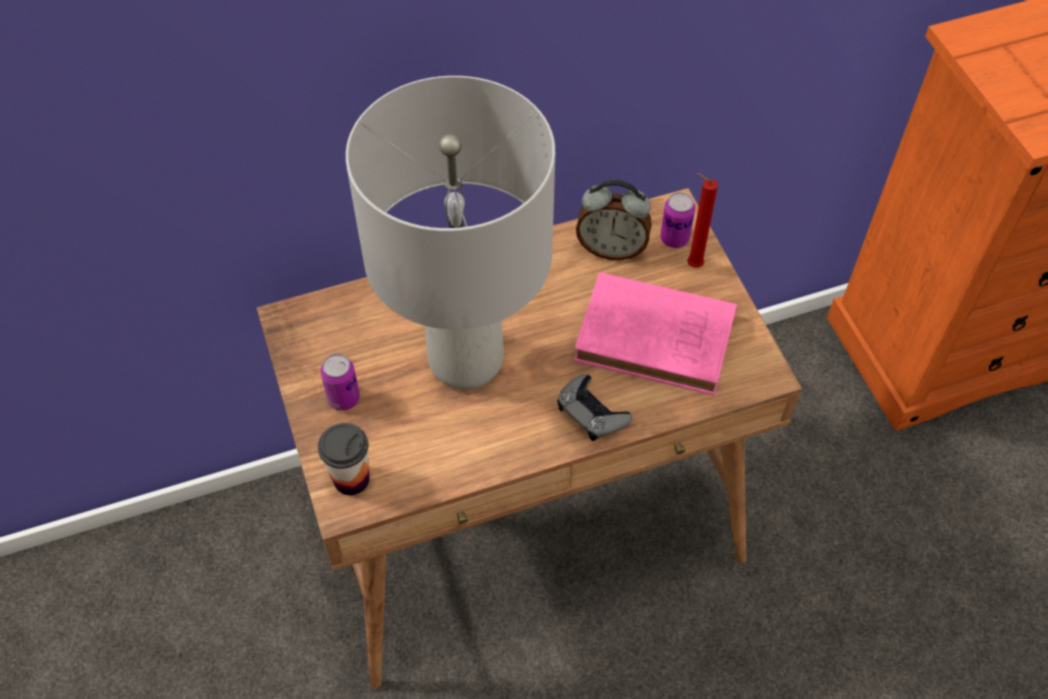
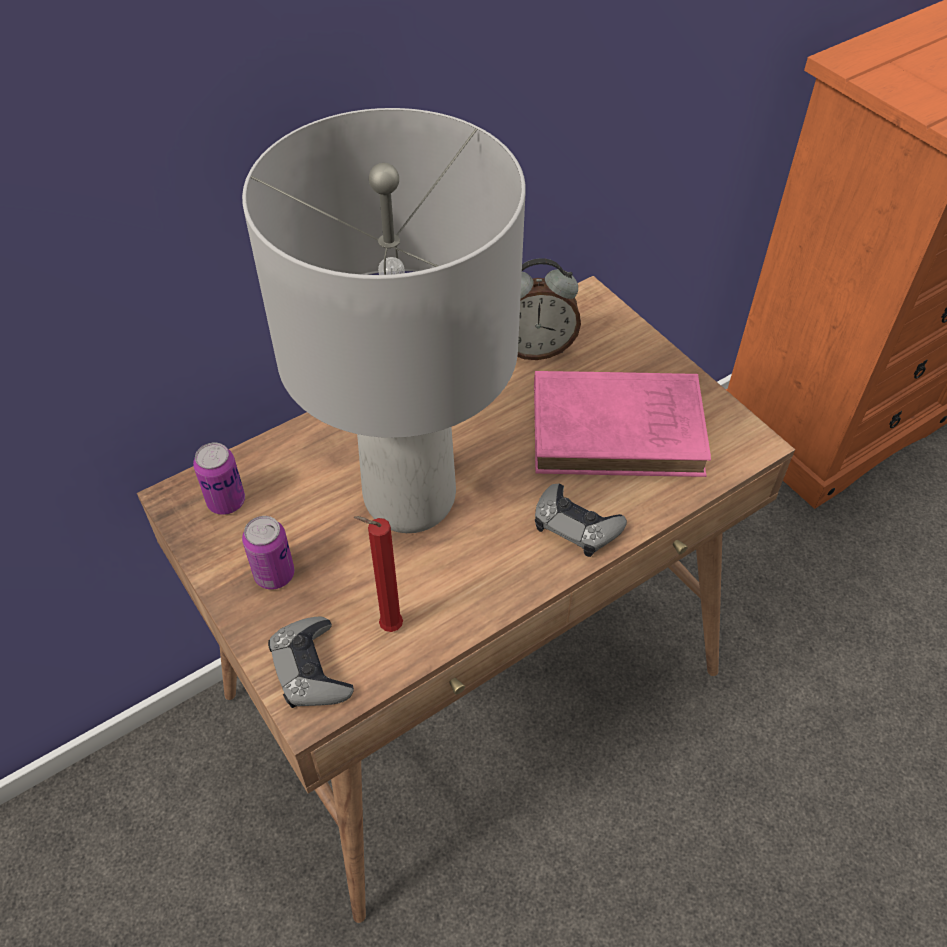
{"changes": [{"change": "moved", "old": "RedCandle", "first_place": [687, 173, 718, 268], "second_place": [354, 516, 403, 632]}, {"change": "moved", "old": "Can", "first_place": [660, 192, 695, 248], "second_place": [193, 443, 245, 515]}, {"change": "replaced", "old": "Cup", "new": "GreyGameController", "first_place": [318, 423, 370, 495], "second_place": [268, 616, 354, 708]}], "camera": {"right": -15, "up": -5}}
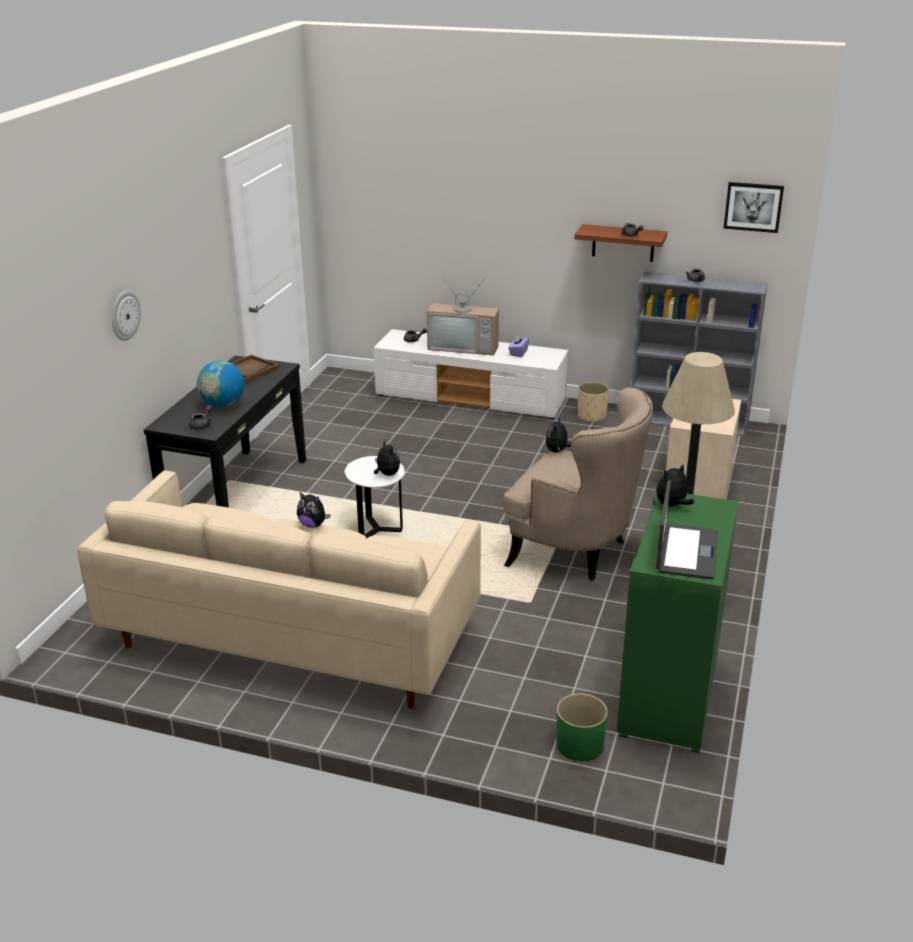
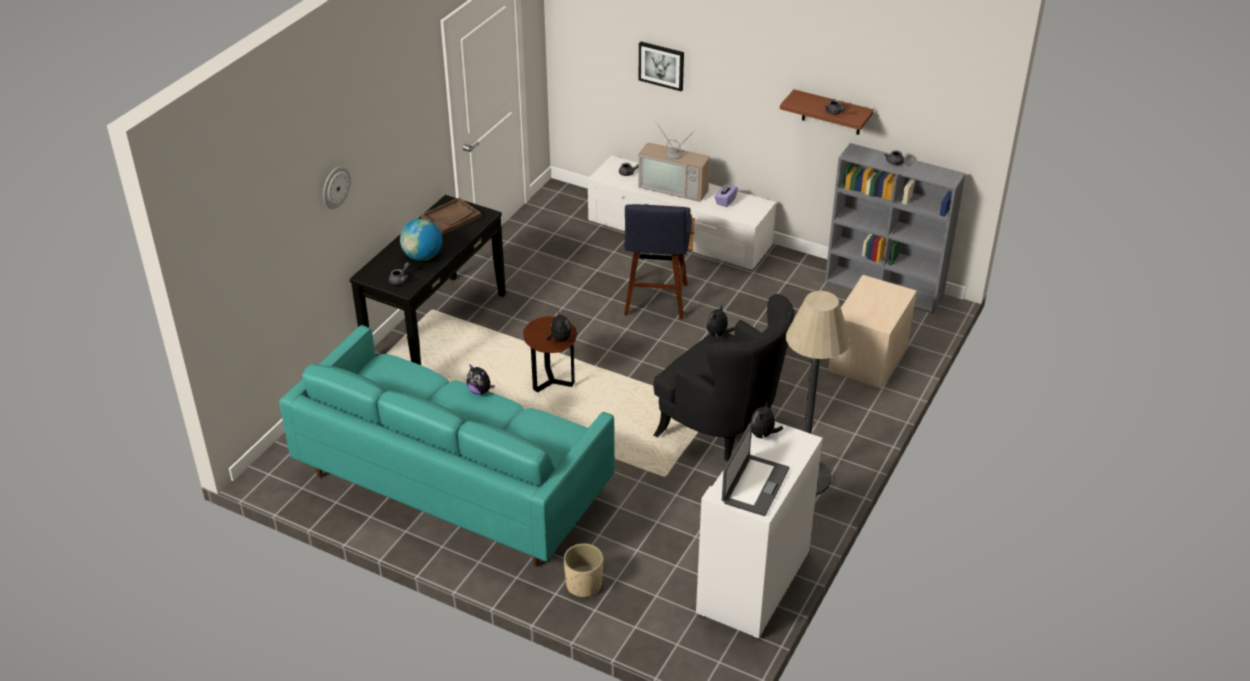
{"changes": [{"change": "moved", "old": "Picture", "first_place": [723, 182, 784, 233], "second_place": [639, 41, 684, 91]}, {"change": "moved", "old": "BeigePlanter", "first_place": [578, 382, 609, 422], "second_place": [564, 543, 603, 597]}, {"change": "recoloured", "old": "BeigeArmchair", "new": "BlackArmchair", "first_place": [503, 387, 653, 581], "second_place": [654, 294, 795, 461]}, {"change": "recoloured", "old": "WhiteSideTable", "new": "BrownSideTable", "first_place": [344, 456, 405, 538], "second_place": [523, 316, 577, 392]}, {"change": "turned", "old": "PlushToy", "first_place": [656, 464, 694, 506], "second_place": [751, 400, 783, 440], "degrees": -45}, {"change": "recoloured", "old": "BeigeSofa", "new": "TurquoiseSofa", "first_place": [77, 470, 481, 709], "second_place": [279, 325, 615, 567]}, {"change": "recoloured", "old": "GreenCabinet", "new": "WhiteCabinet", "first_place": [617, 493, 739, 753], "second_place": [696, 422, 823, 640]}, {"change": "removed", "old": "GreenPlanter", "first_place": [556, 693, 608, 761]}, {"change": "added", "new": "BlueStool", "second_place": [624, 204, 692, 319]}], "camera": {"right": 10, "up": 10}}
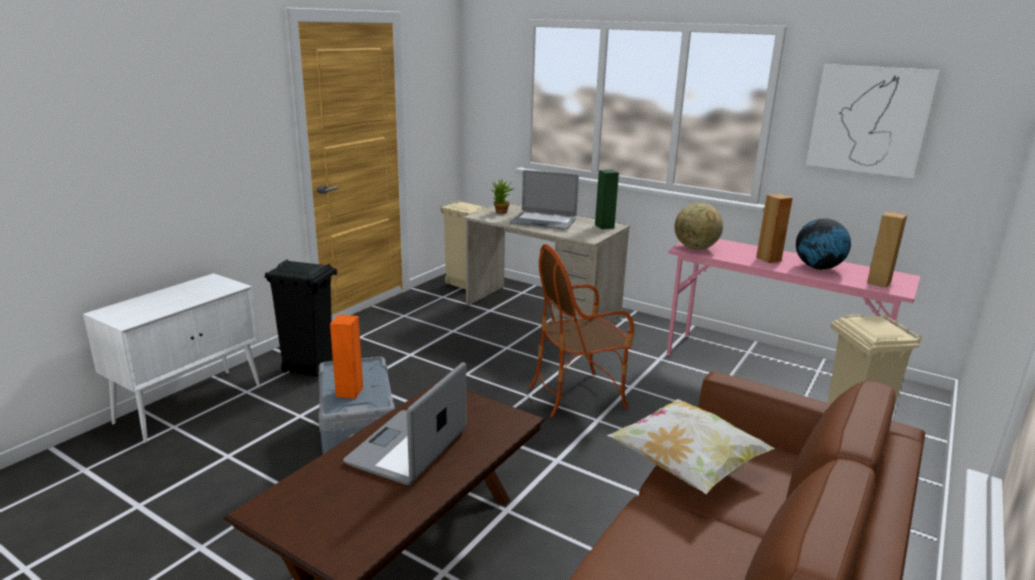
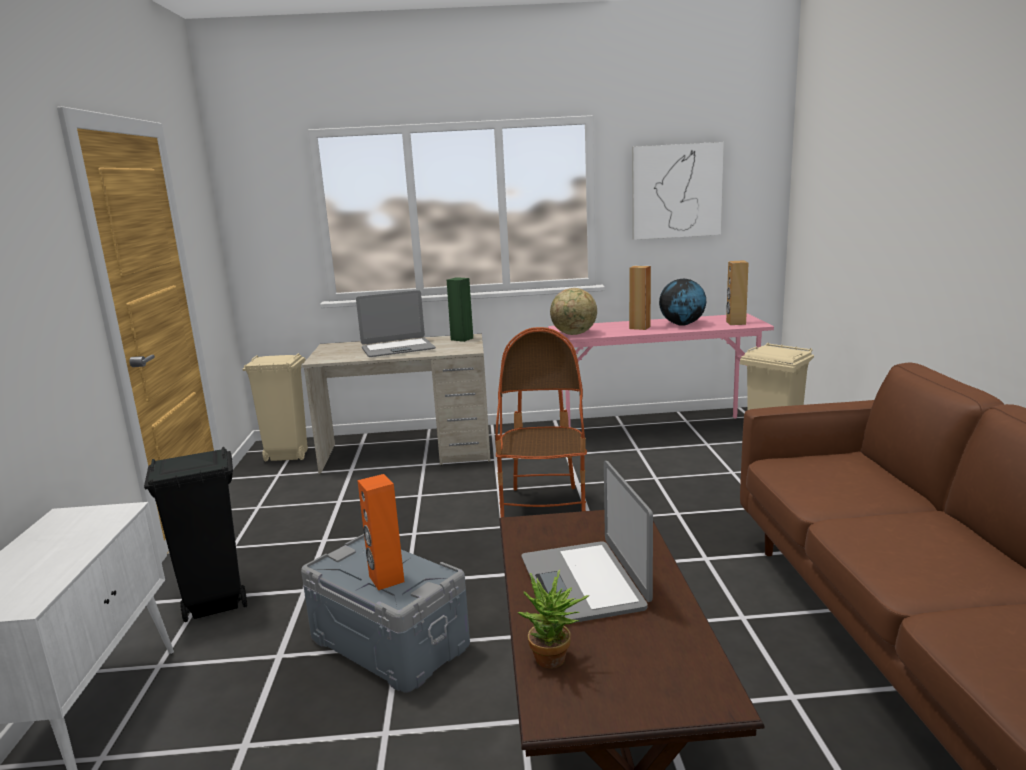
{"changes": [{"change": "moved", "old": "PottedPlant", "first_place": [491, 179, 514, 214], "second_place": [517, 570, 590, 669]}, {"change": "turned", "old": "Armchair", "first_place": [529, 244, 634, 417], "second_place": [495, 327, 587, 518], "degrees": 150}, {"change": "removed", "old": "Pillow", "first_place": [607, 399, 775, 494]}], "camera": {"right": -35, "up": -5}}
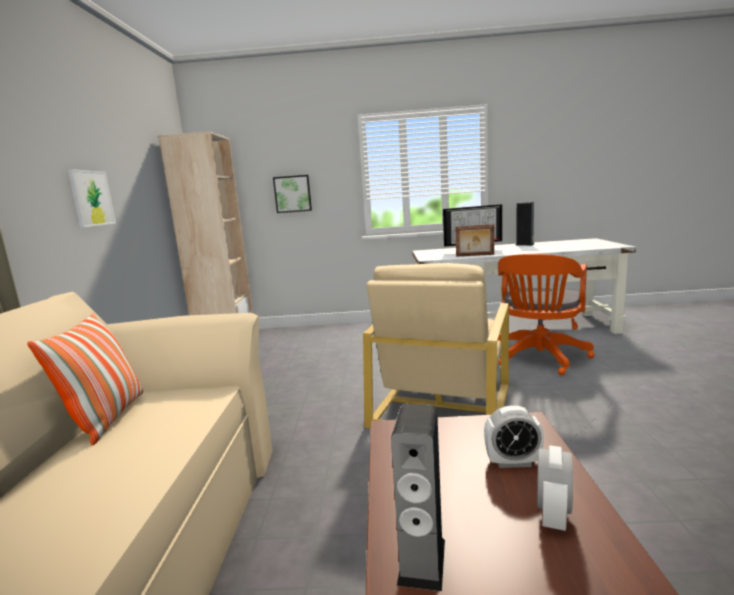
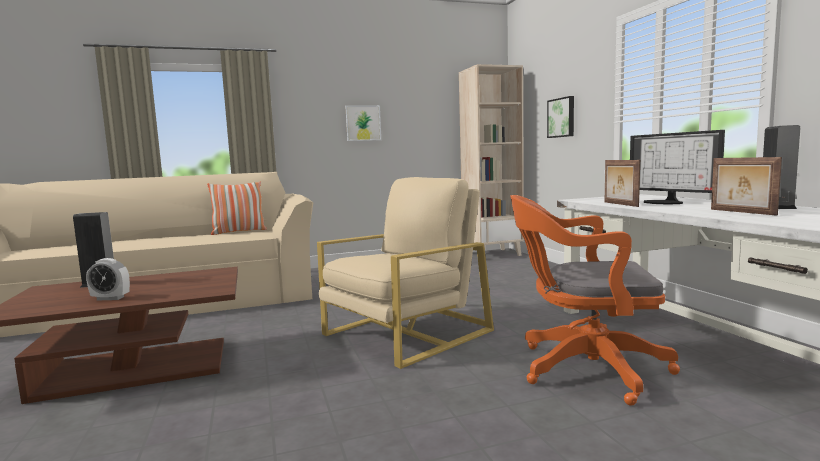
{"changes": [{"change": "turned", "old": "BeigeArmchair", "first_place": [363, 263, 509, 429], "second_place": [317, 177, 494, 369], "degrees": 135}, {"change": "removed", "old": "AlarmClock", "first_place": [484, 406, 544, 468]}, {"change": "added", "new": "PictureFrame", "second_place": [711, 157, 782, 216]}], "camera": {"right": 70, "up": -5}}
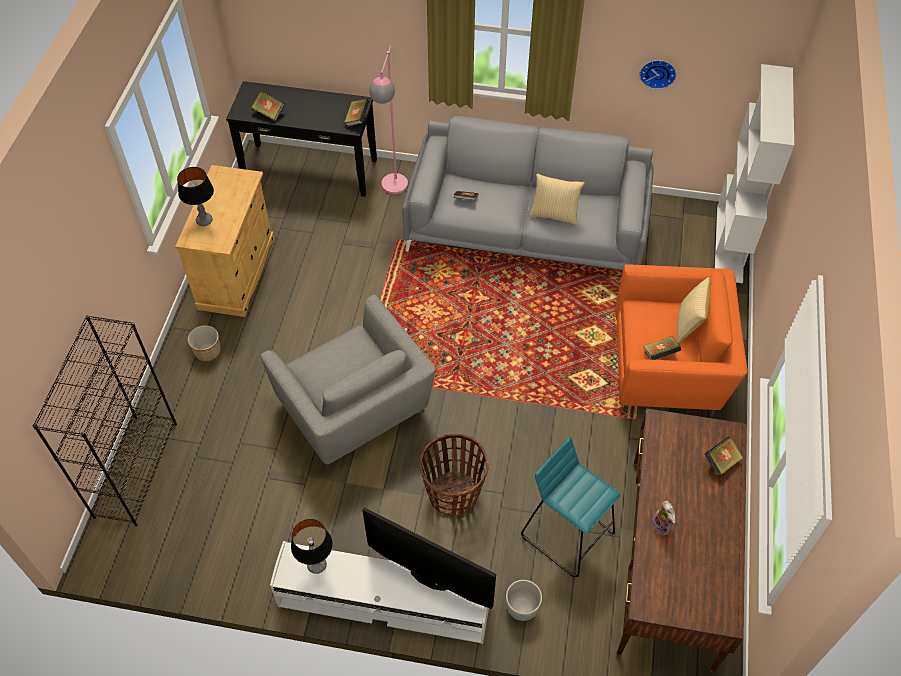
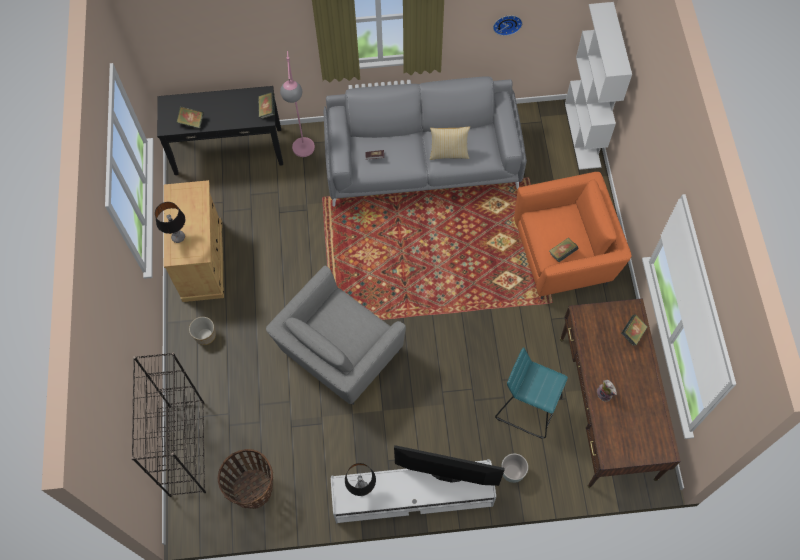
{"changes": [{"change": "removed", "old": "Pillow", "first_place": [677, 277, 711, 343]}, {"change": "turned", "old": "GreyArmchair", "first_place": [260, 294, 435, 469], "second_place": [266, 265, 406, 405], "degrees": 90}, {"change": "moved", "old": "Basket", "first_place": [420, 434, 489, 517], "second_place": [218, 449, 273, 509]}], "camera": {"right": -15, "up": 10}}
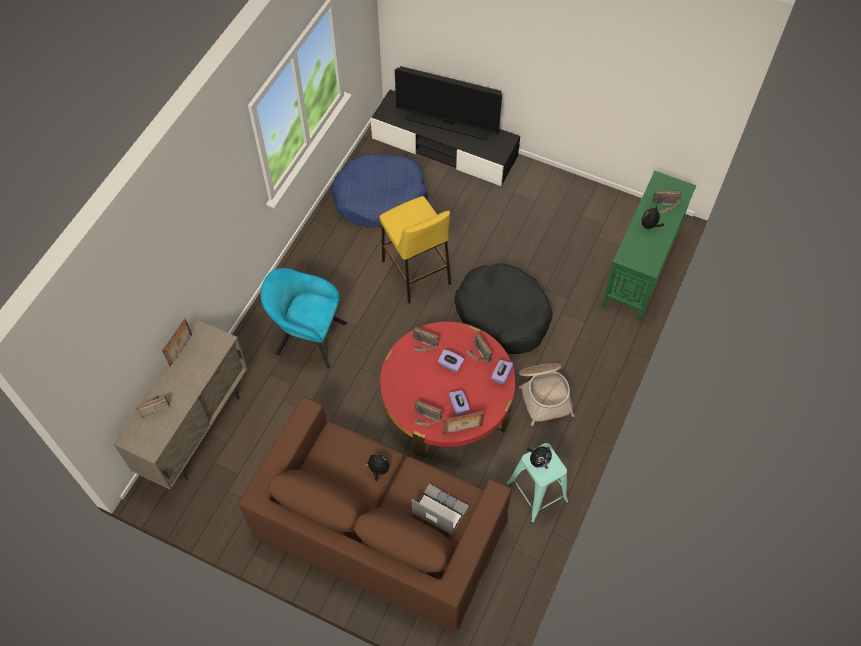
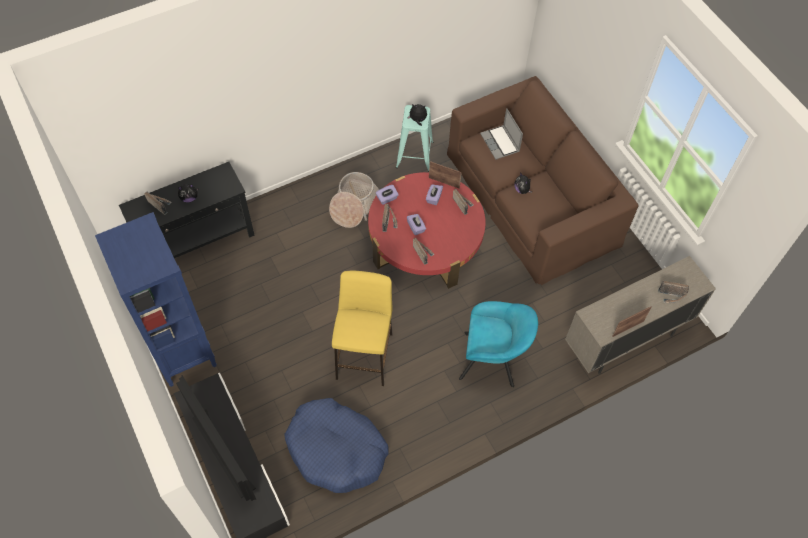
{"changes": [{"change": "recoloured", "old": "GreenConsoleTable", "new": "BlackConsoleTable", "first_place": [601, 171, 696, 323], "second_place": [119, 162, 255, 258]}, {"change": "removed", "old": "BlackDogBed", "first_place": [455, 263, 553, 354]}, {"change": "turned", "old": "TurquoiseArmchair", "first_place": [261, 268, 347, 369], "second_place": [459, 301, 538, 387], "degrees": -45}, {"change": "added", "new": "BlueBookcase", "second_place": [95, 212, 217, 387]}], "camera": {"right": -145, "up": 0}}
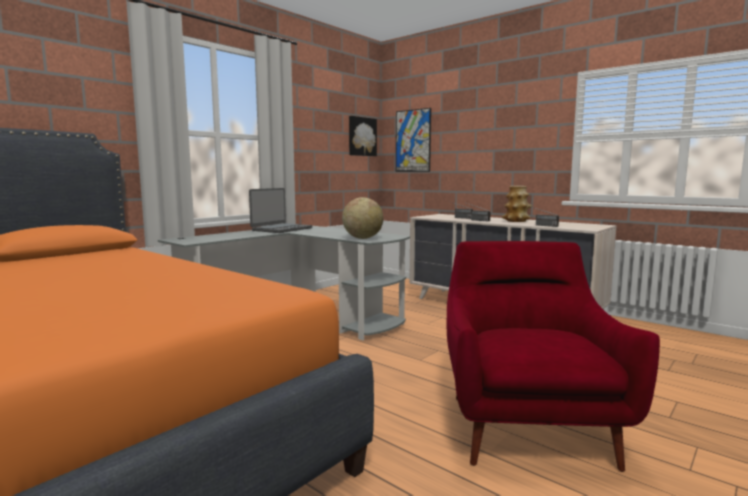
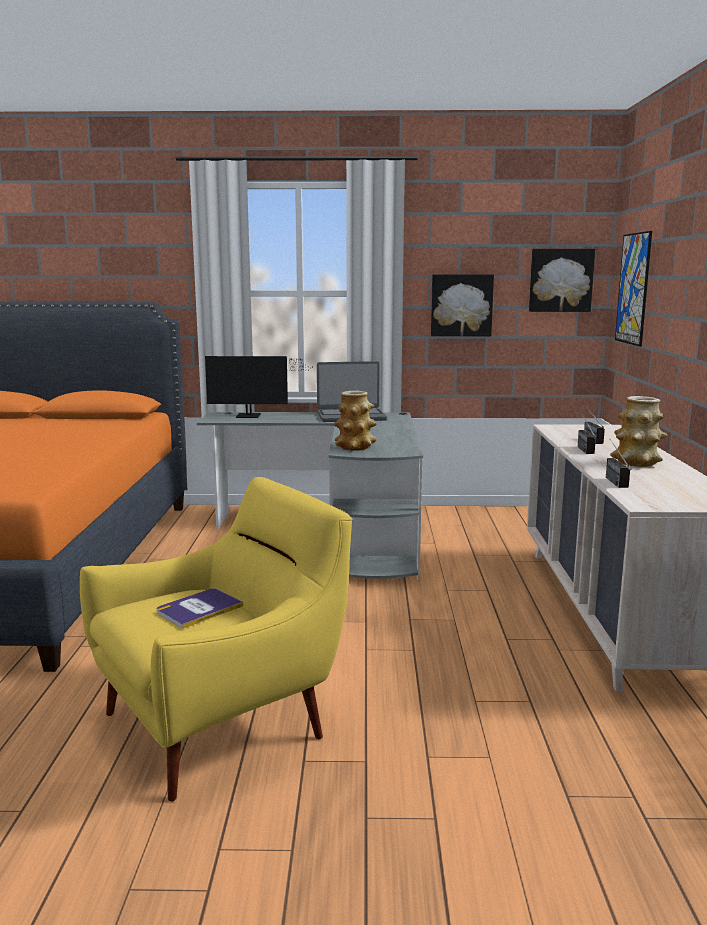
{"changes": [{"change": "replaced", "old": "Globe", "new": "Vase", "first_place": [342, 197, 383, 239], "second_place": [334, 391, 377, 451]}, {"change": "recoloured", "old": "RedArmchair", "new": "YellowArmchair", "first_place": [447, 241, 660, 472], "second_place": [80, 477, 353, 801]}, {"change": "added", "new": "Picture", "second_place": [431, 274, 494, 336]}, {"change": "added", "new": "Monitor", "second_place": [205, 356, 314, 418]}, {"change": "added", "new": "Book", "second_place": [157, 589, 243, 629]}], "camera": {"right": 50, "up": 5}}
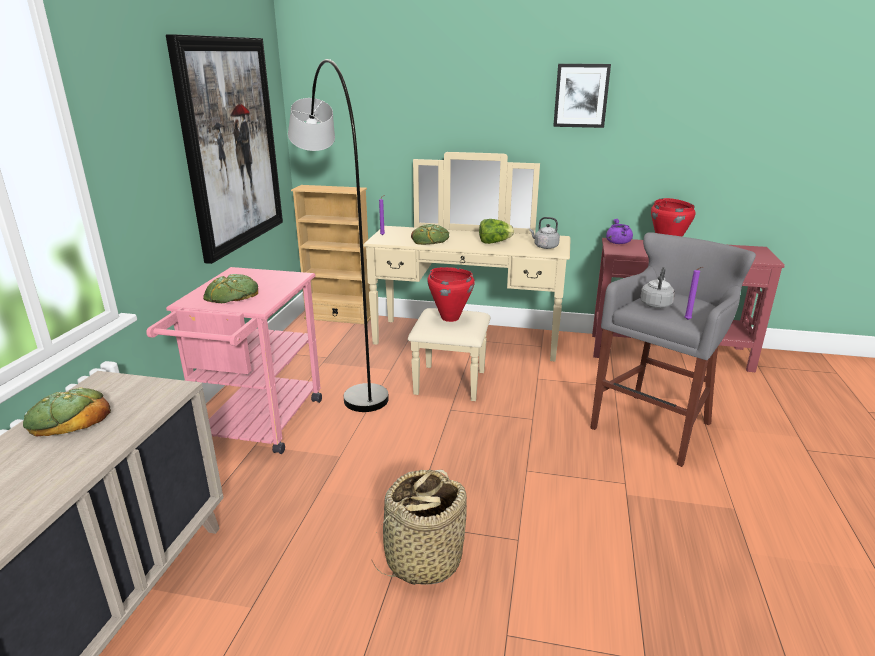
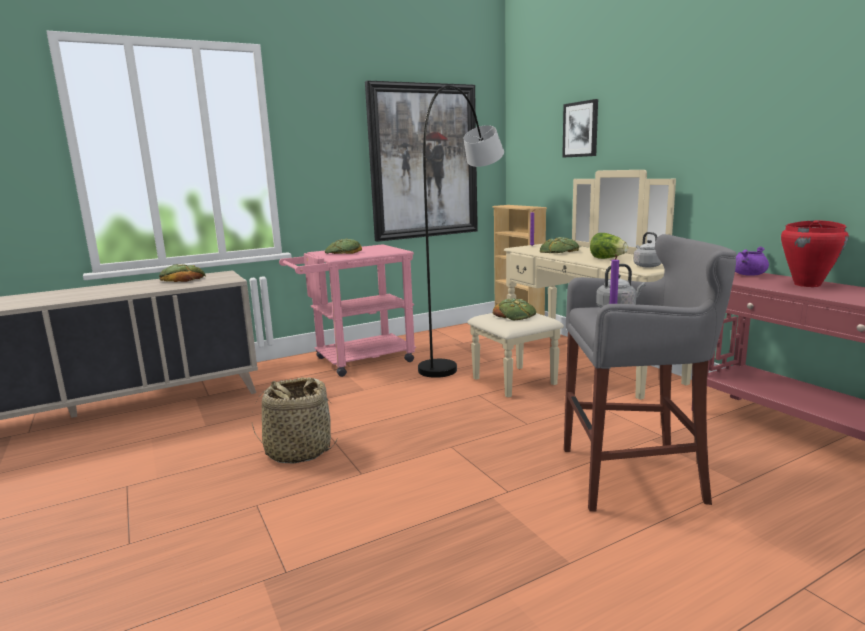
{"changes": [{"change": "moved", "old": "Picture", "first_place": [553, 64, 611, 128], "second_place": [562, 99, 598, 158]}, {"change": "replaced", "old": "RedCookingPot", "new": "Bread", "first_place": [427, 267, 475, 322], "second_place": [493, 298, 536, 320]}], "camera": {"right": 50, "up": -10}}
